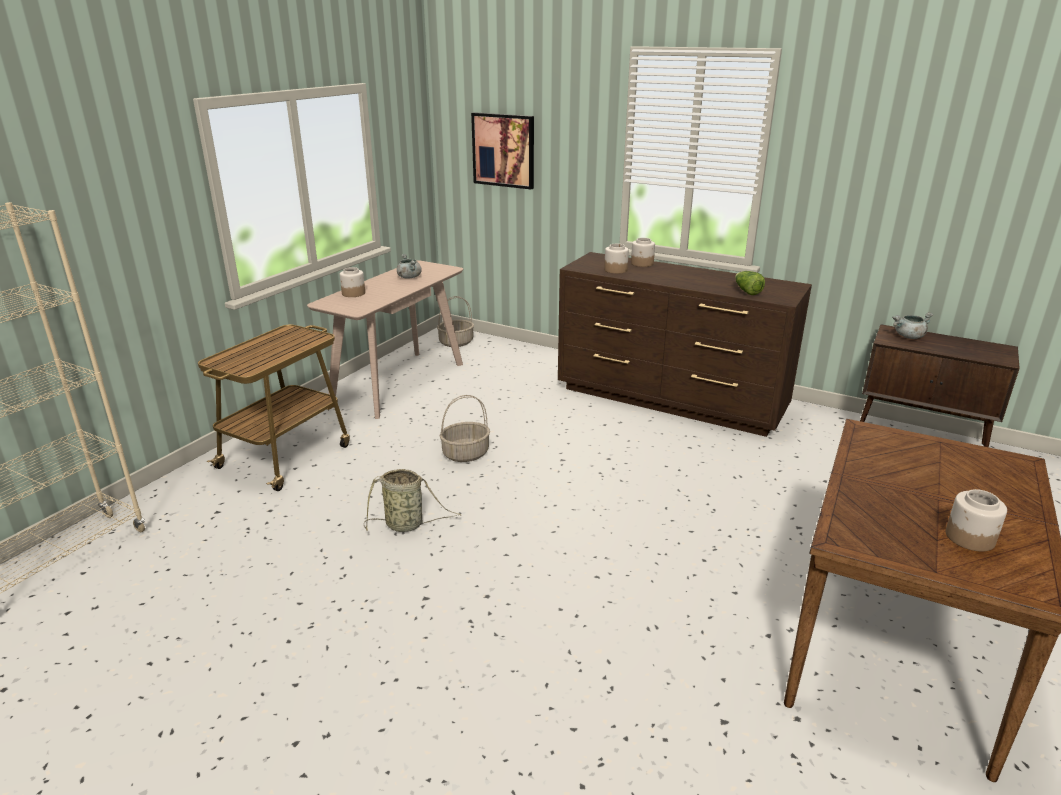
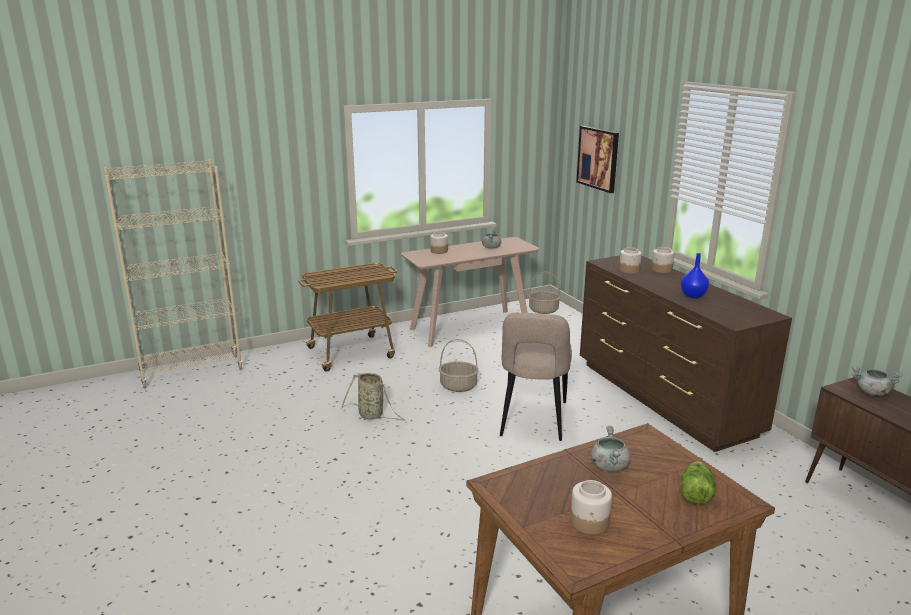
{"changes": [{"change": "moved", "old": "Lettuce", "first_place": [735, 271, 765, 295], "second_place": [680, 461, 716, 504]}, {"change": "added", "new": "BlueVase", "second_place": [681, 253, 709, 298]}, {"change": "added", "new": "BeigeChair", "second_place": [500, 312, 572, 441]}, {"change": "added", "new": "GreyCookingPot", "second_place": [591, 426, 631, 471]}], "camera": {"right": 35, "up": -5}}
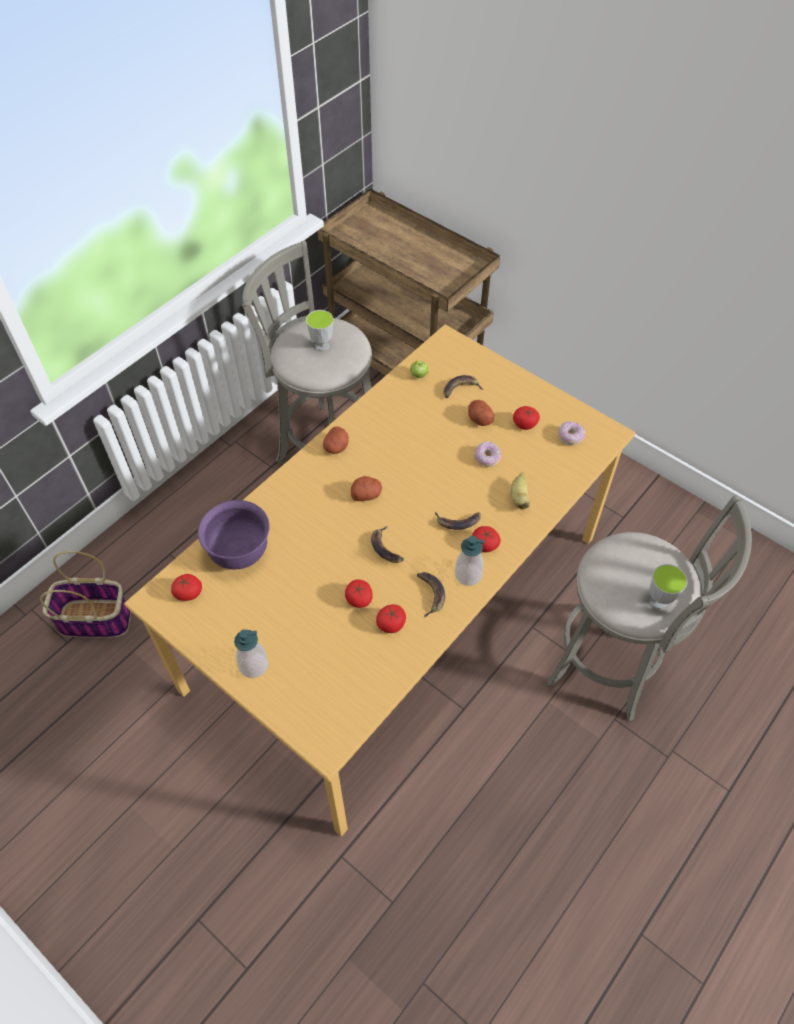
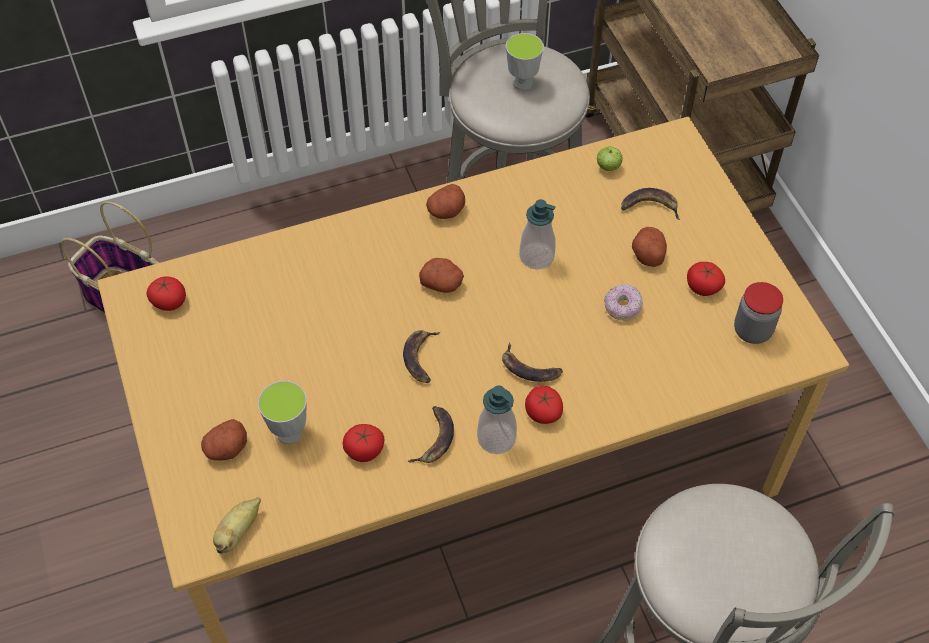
{"changes": [{"change": "replaced", "old": "Donut", "new": "Jar", "first_place": [558, 421, 585, 445], "second_place": [734, 282, 783, 344]}, {"change": "moved", "old": "Banana", "first_place": [511, 472, 530, 509], "second_place": [213, 497, 261, 554]}, {"change": "removed", "old": "PurpleBowl", "first_place": [198, 500, 270, 569]}, {"change": "moved", "old": "Cup", "first_place": [649, 564, 687, 609], "second_place": [258, 381, 307, 444]}, {"change": "removed", "old": "Tomato", "first_place": [345, 580, 373, 608]}, {"change": "moved", "old": "SoapDispenser", "first_place": [234, 629, 268, 678], "second_place": [519, 199, 556, 269]}, {"change": "added", "new": "Potato", "second_place": [201, 419, 247, 461]}], "camera": {"right": 30, "up": 0}}
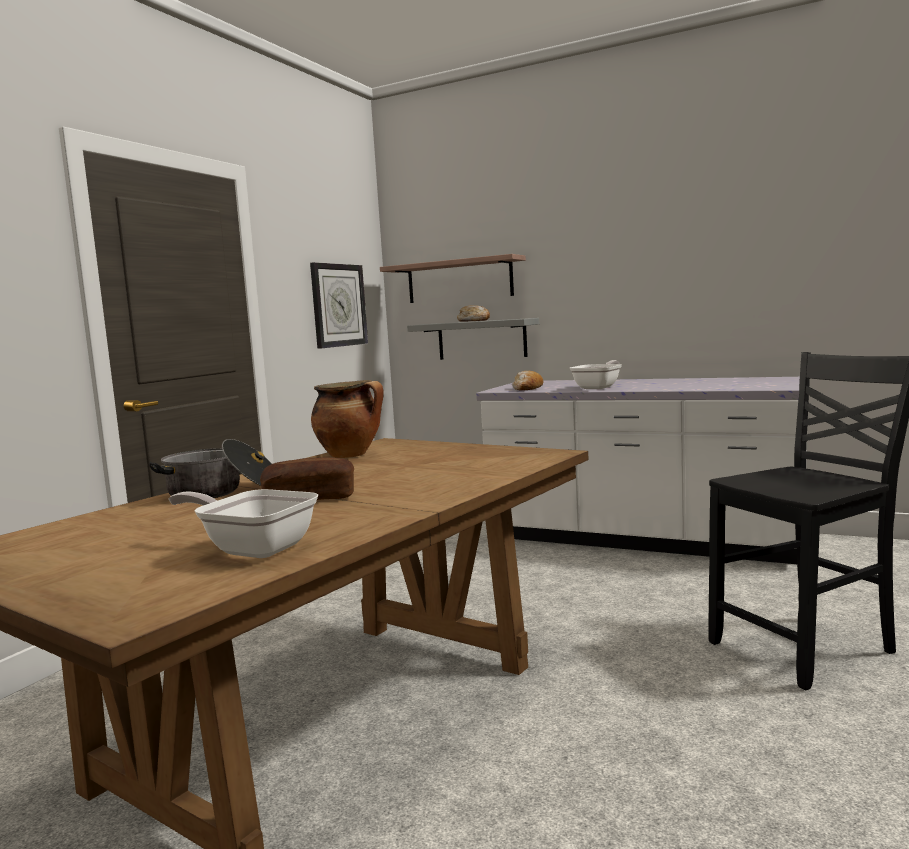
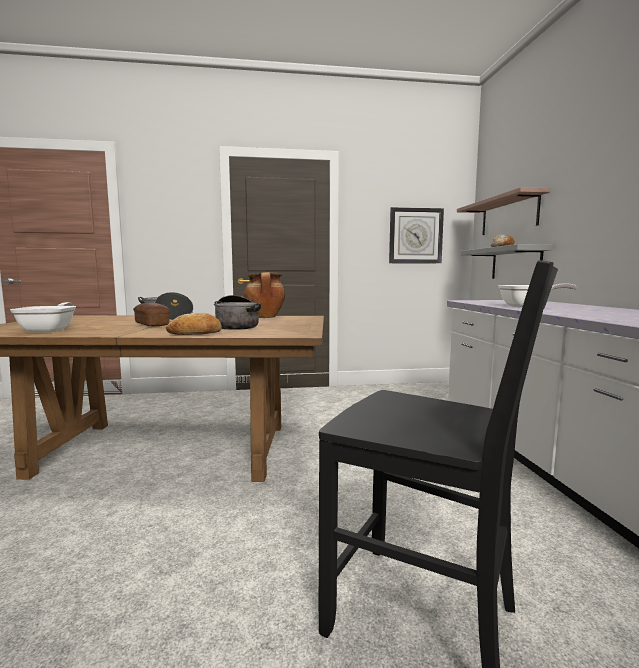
{"changes": [{"change": "moved", "old": "Bread", "first_place": [512, 371, 543, 391], "second_place": [166, 313, 222, 335]}, {"change": "added", "new": "CookingPot", "second_place": [214, 295, 261, 330]}], "camera": {"right": 55, "up": 0}}
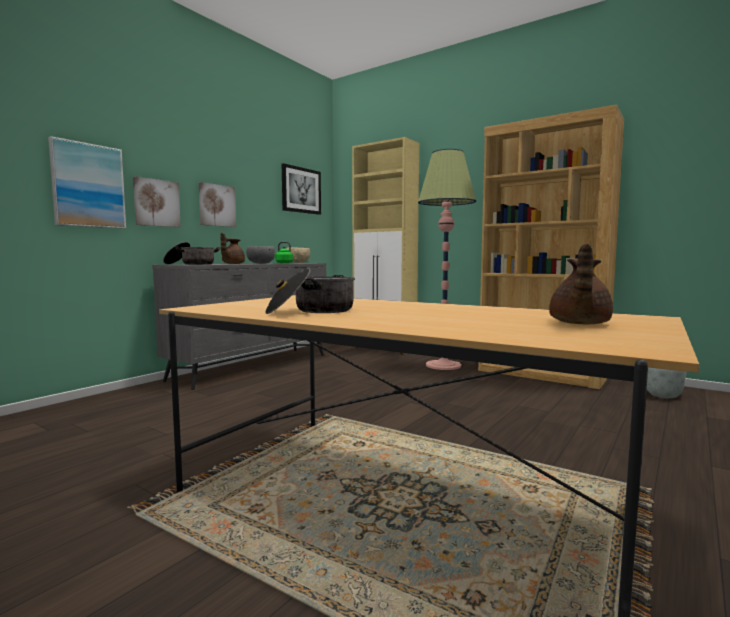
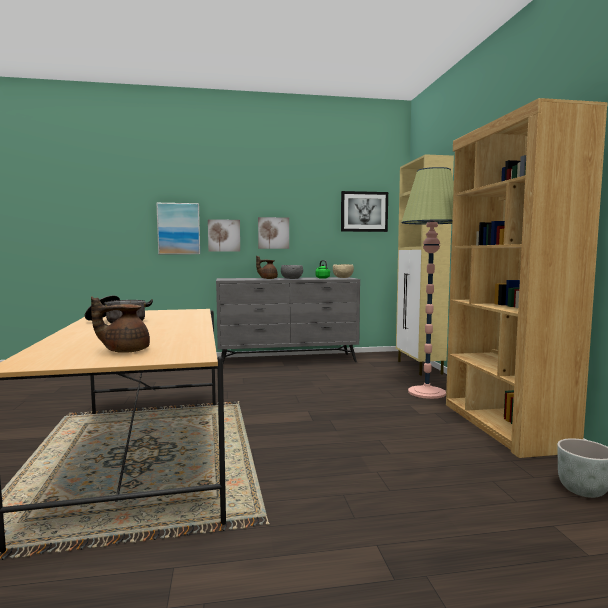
{"changes": [{"change": "removed", "old": "CookingPot", "first_place": [163, 242, 220, 265]}], "camera": {"right": 45, "up": 0}}
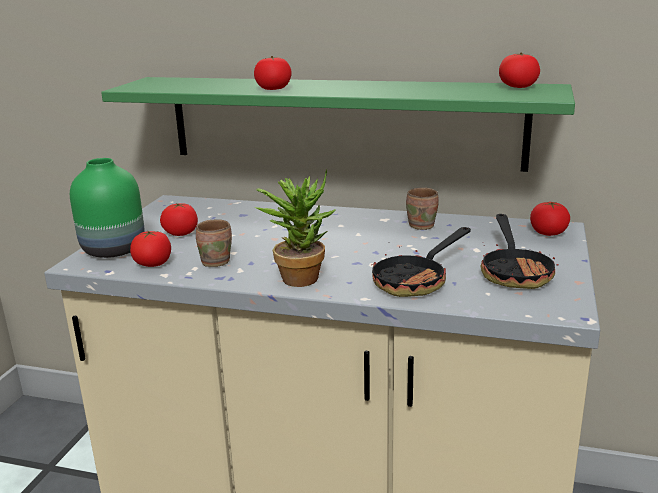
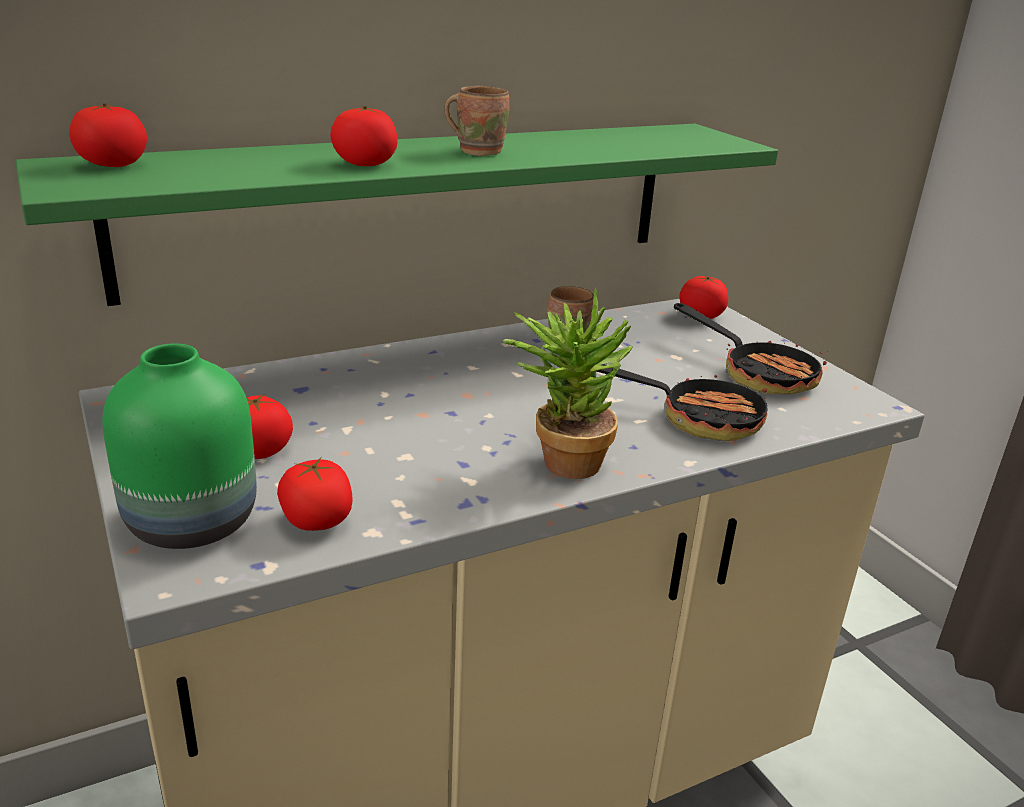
{"changes": [{"change": "moved", "old": "Tomato", "first_place": [499, 52, 540, 88], "second_place": [69, 103, 147, 167]}, {"change": "moved", "old": "BrownMug", "first_place": [196, 219, 232, 267], "second_place": [444, 86, 509, 156]}, {"change": "turned", "old": "FryingPan", "first_place": [371, 227, 471, 297], "second_place": [596, 364, 771, 441], "degrees": -75}], "camera": {"right": -45, "up": 5}}
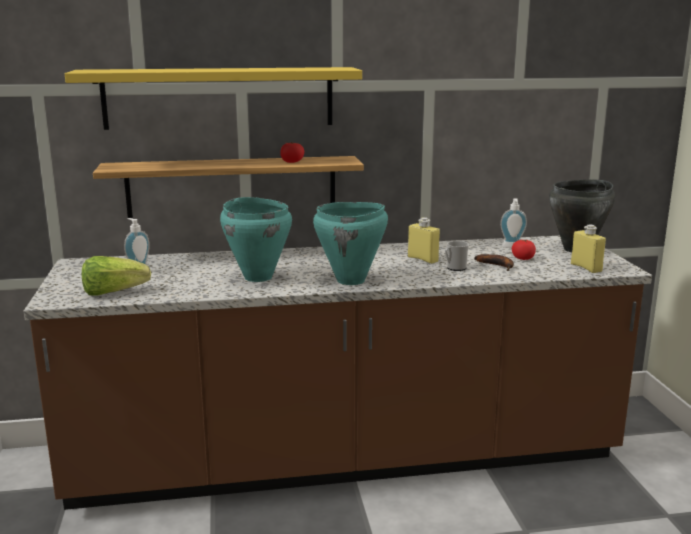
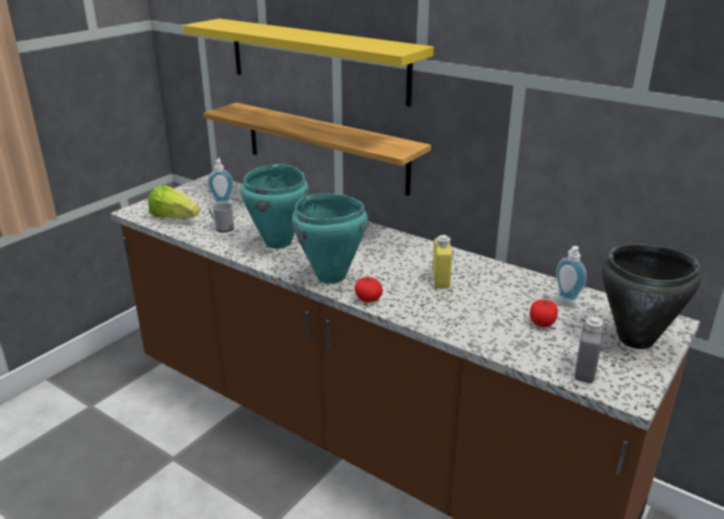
{"changes": [{"change": "moved", "old": "Tomato", "first_place": [280, 142, 304, 163], "second_place": [355, 276, 383, 302]}, {"change": "recoloured", "old": "YellowBottle", "new": "GreyBottle", "first_place": [571, 225, 606, 273], "second_place": [574, 317, 604, 383]}, {"change": "moved", "old": "Mug", "first_place": [445, 241, 469, 271], "second_place": [209, 202, 234, 232]}, {"change": "removed", "old": "Banana", "first_place": [474, 254, 514, 271]}], "camera": {"right": 45, "up": 10}}
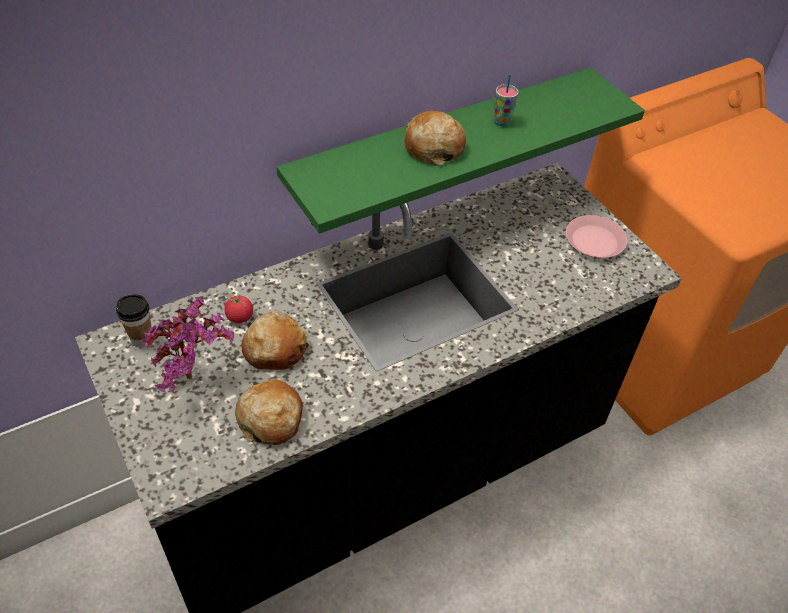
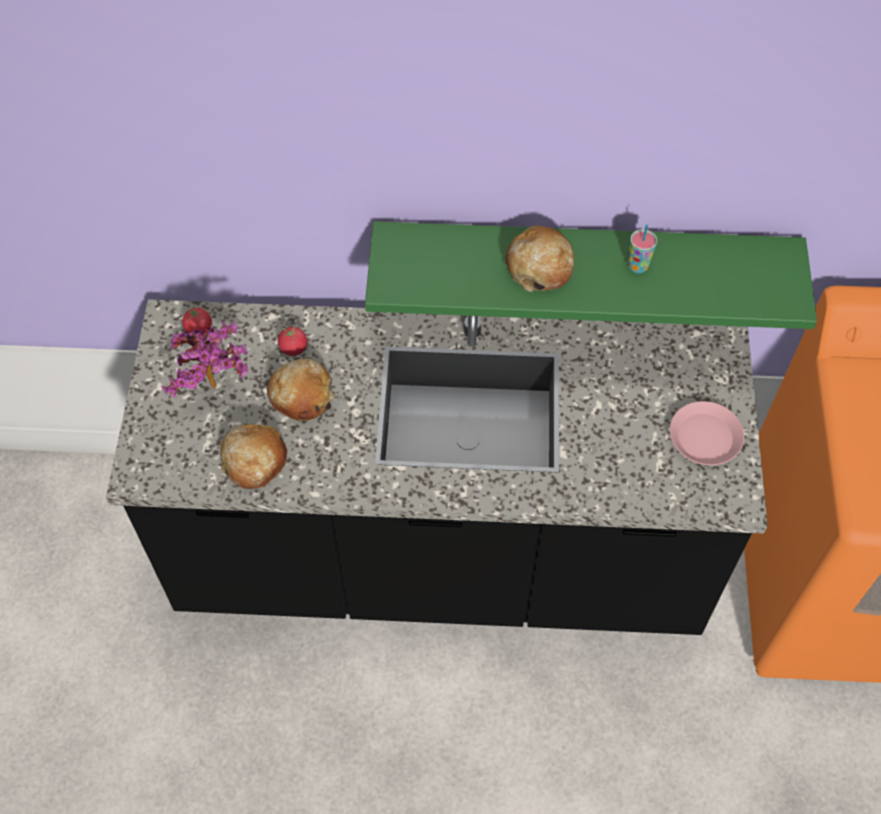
{"changes": [{"change": "replaced", "old": "Cup", "new": "Tomato", "first_place": [116, 294, 152, 348], "second_place": [182, 306, 212, 333]}], "camera": {"right": 35, "up": 10}}
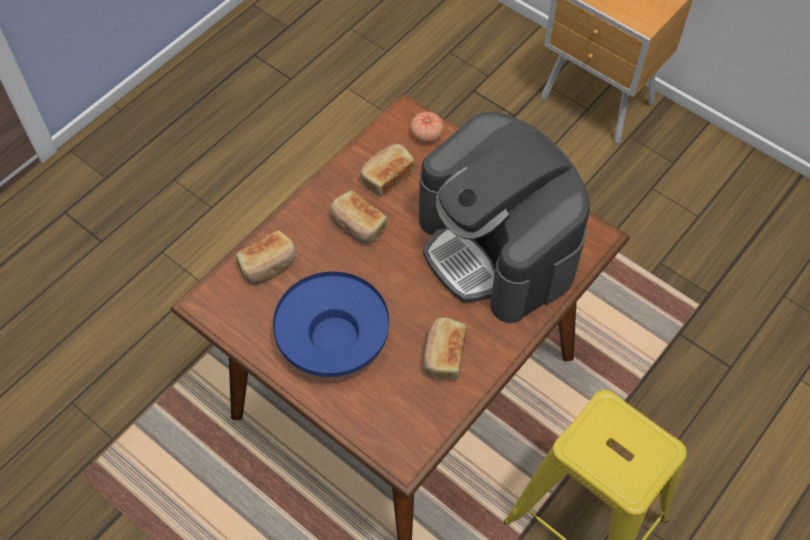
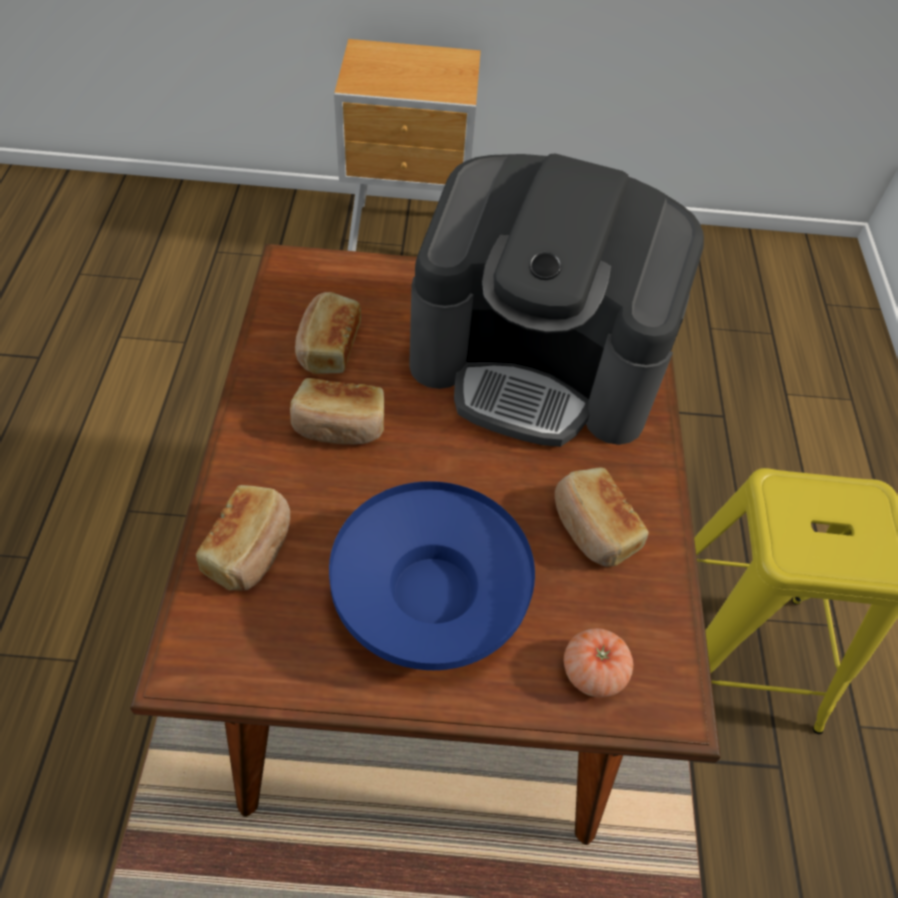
{"changes": [{"change": "moved", "old": "Tomato", "first_place": [410, 112, 444, 143], "second_place": [564, 628, 633, 697]}], "camera": {"right": -40, "up": -5}}
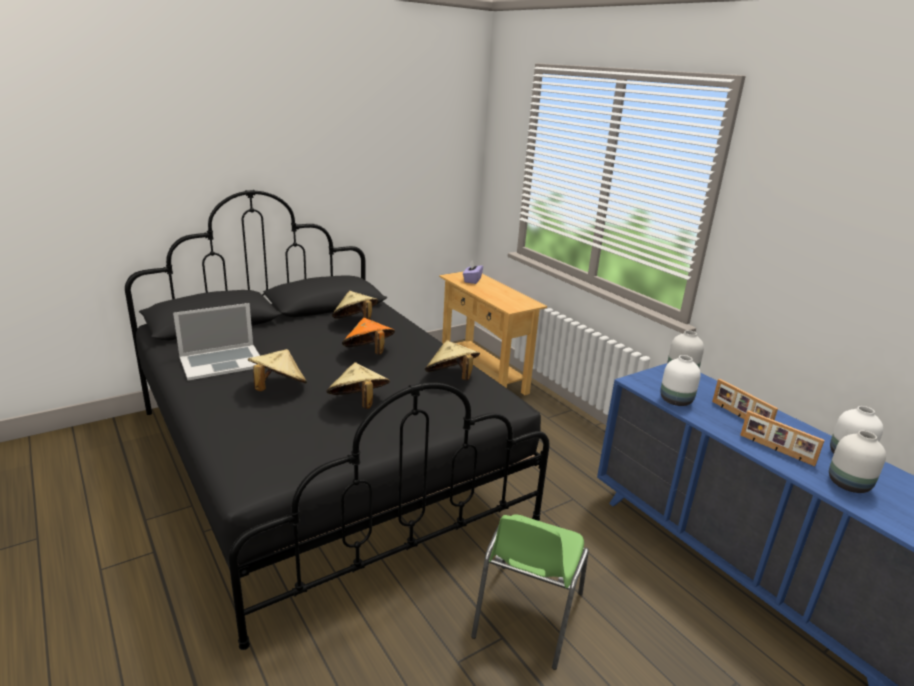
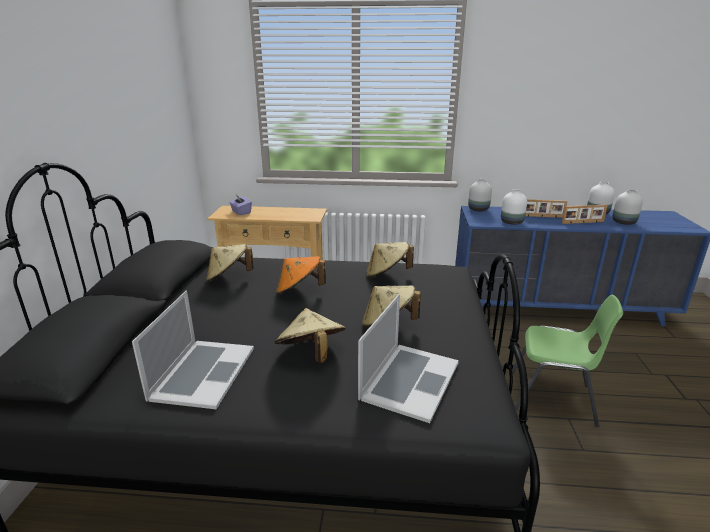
{"changes": [{"change": "turned", "old": "GreenChair", "first_place": [471, 514, 589, 670], "second_place": [512, 294, 623, 427], "degrees": -45}, {"change": "added", "new": "Laptop", "second_place": [358, 294, 459, 423]}], "camera": {"right": -50, "up": 0}}
